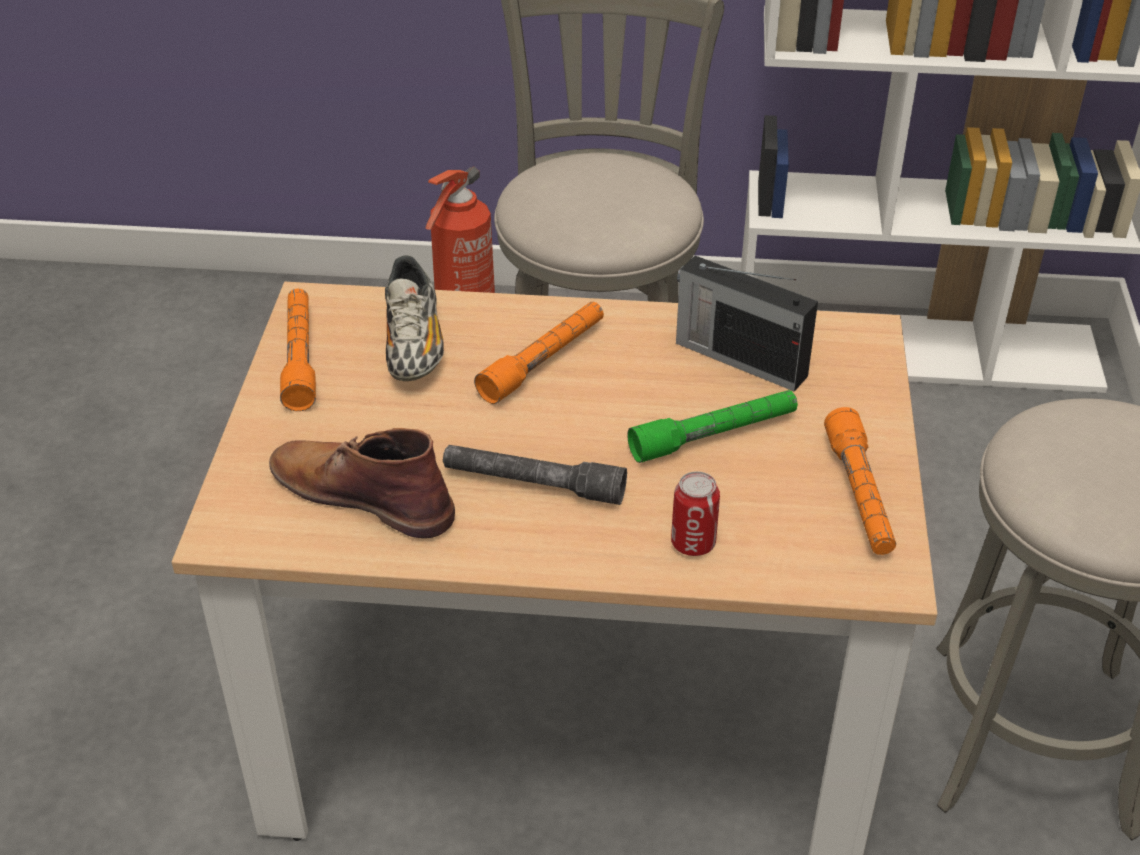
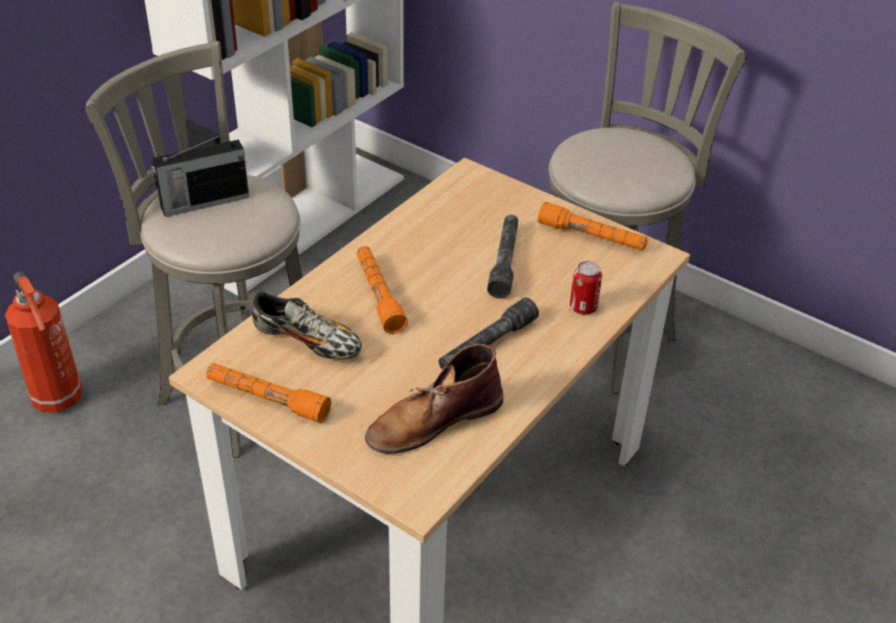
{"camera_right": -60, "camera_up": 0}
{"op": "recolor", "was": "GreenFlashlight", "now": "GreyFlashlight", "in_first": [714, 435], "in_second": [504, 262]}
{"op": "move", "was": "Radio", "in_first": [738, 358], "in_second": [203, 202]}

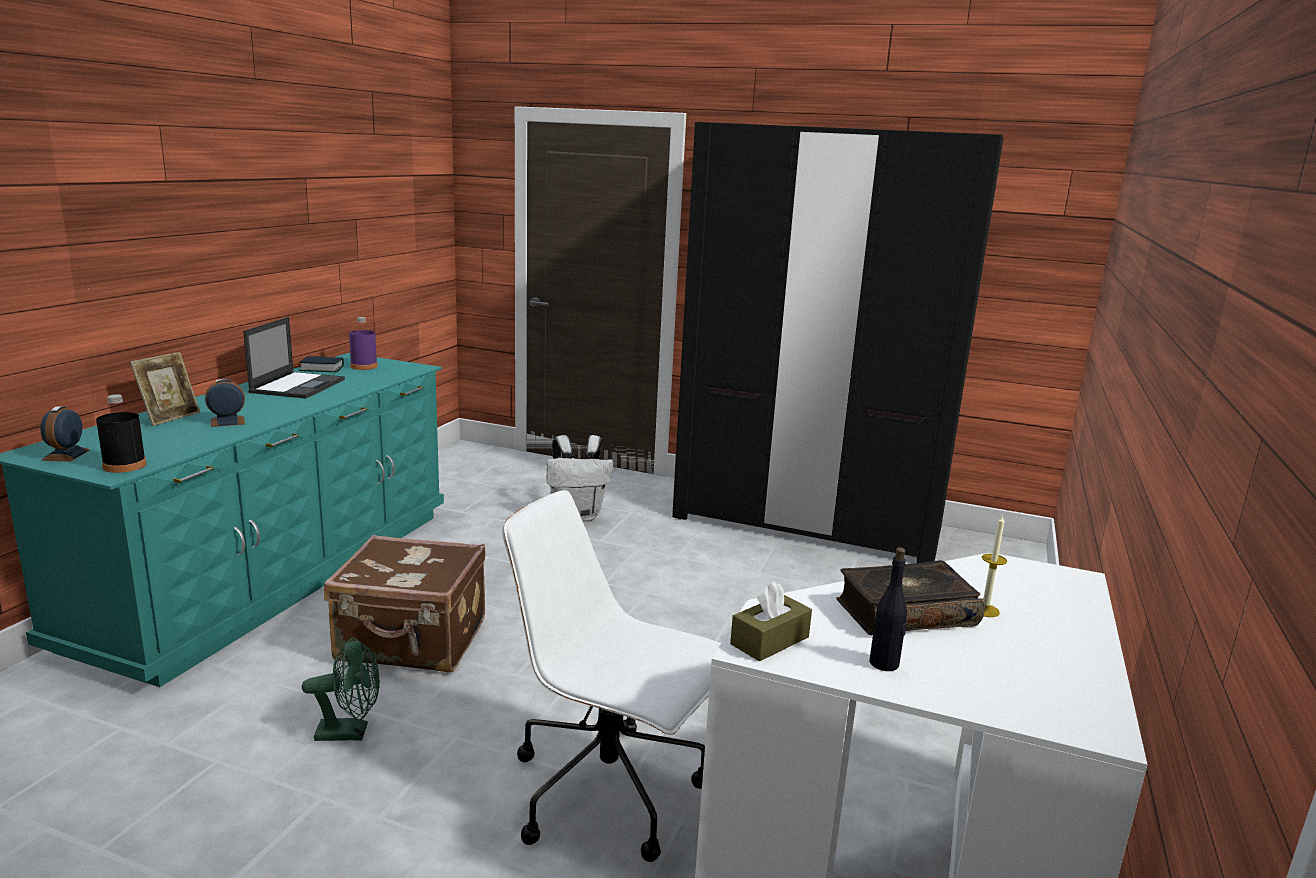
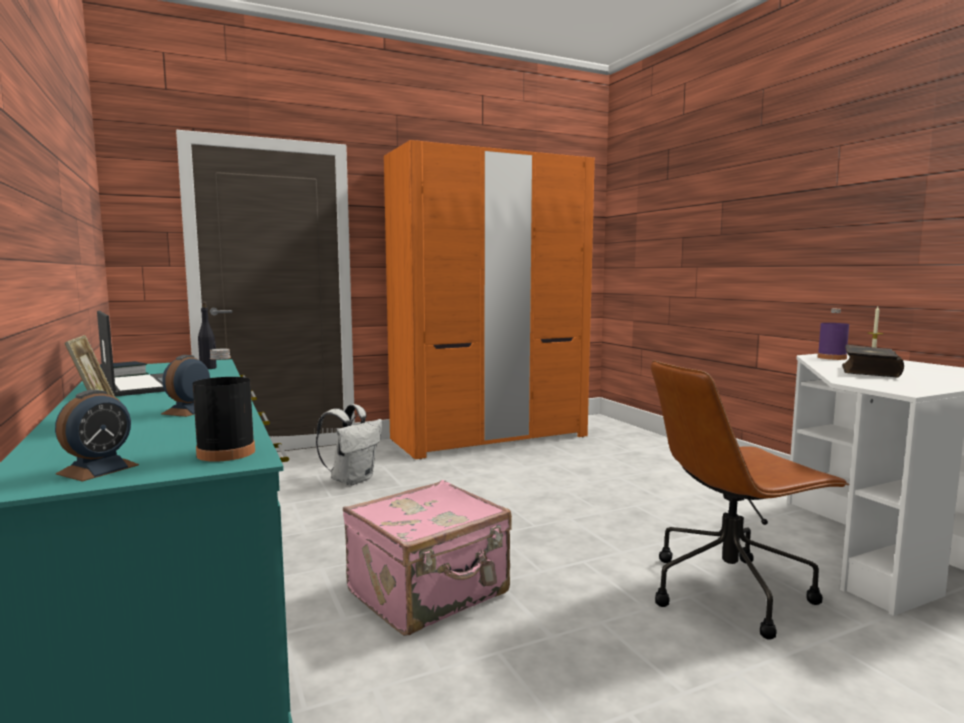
{"camera_right": -45, "camera_up": -10}
{"op": "rotate", "was": "AlarmClock", "in_first": [66, 455], "in_second": [98, 469], "clockwise": -105}
{"op": "delete", "was": "GreenFan", "in_first": [350, 732]}
{"op": "recolor", "was": "BrownSuitcase", "now": "PinkSuitcase", "in_first": [412, 642], "in_second": [430, 593]}
{"op": "move", "was": "PurpleBottle", "in_first": [364, 366], "in_second": [832, 358]}
{"op": "recolor", "was": "WhiteOfficeChair", "now": "BrownOfficeChair", "in_first": [610, 792], "in_second": [730, 590]}
{"op": "recolor", "was": "BlackWardrobe", "now": "OrangeWardrobe", "in_first": [807, 522], "in_second": [489, 438]}
{"op": "delete", "was": "BrownTissueBox", "in_first": [769, 641]}
{"op": "move", "was": "BlackBottle", "in_first": [884, 663], "in_second": [208, 368]}

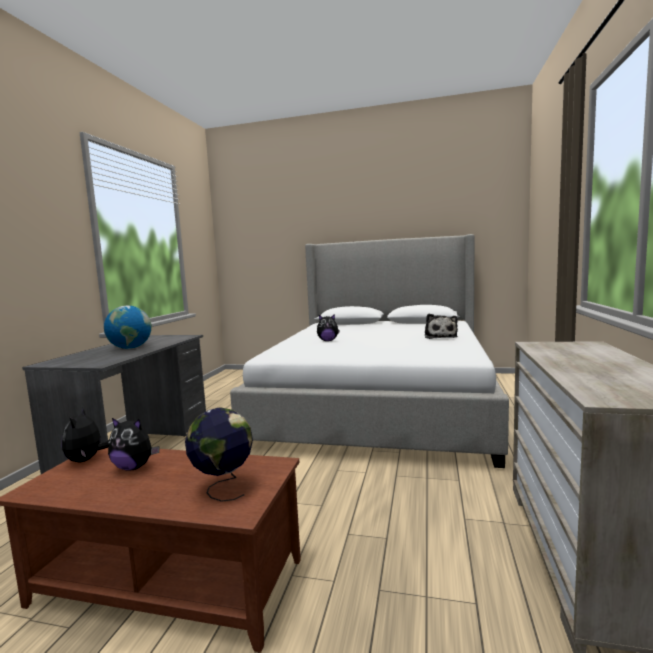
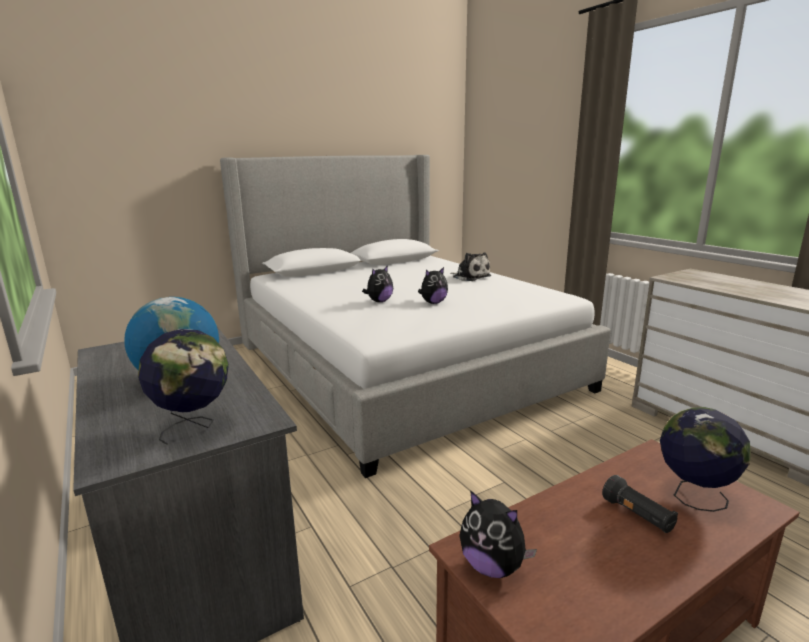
{"camera_right": -45, "camera_up": 10}
{"op": "move", "was": "PlushToy", "in_first": [134, 467], "in_second": [433, 303]}
{"op": "insert", "now": "Globe", "in_second": [194, 427]}
{"op": "insert", "now": "BlackFlashlight", "in_second": [638, 516]}

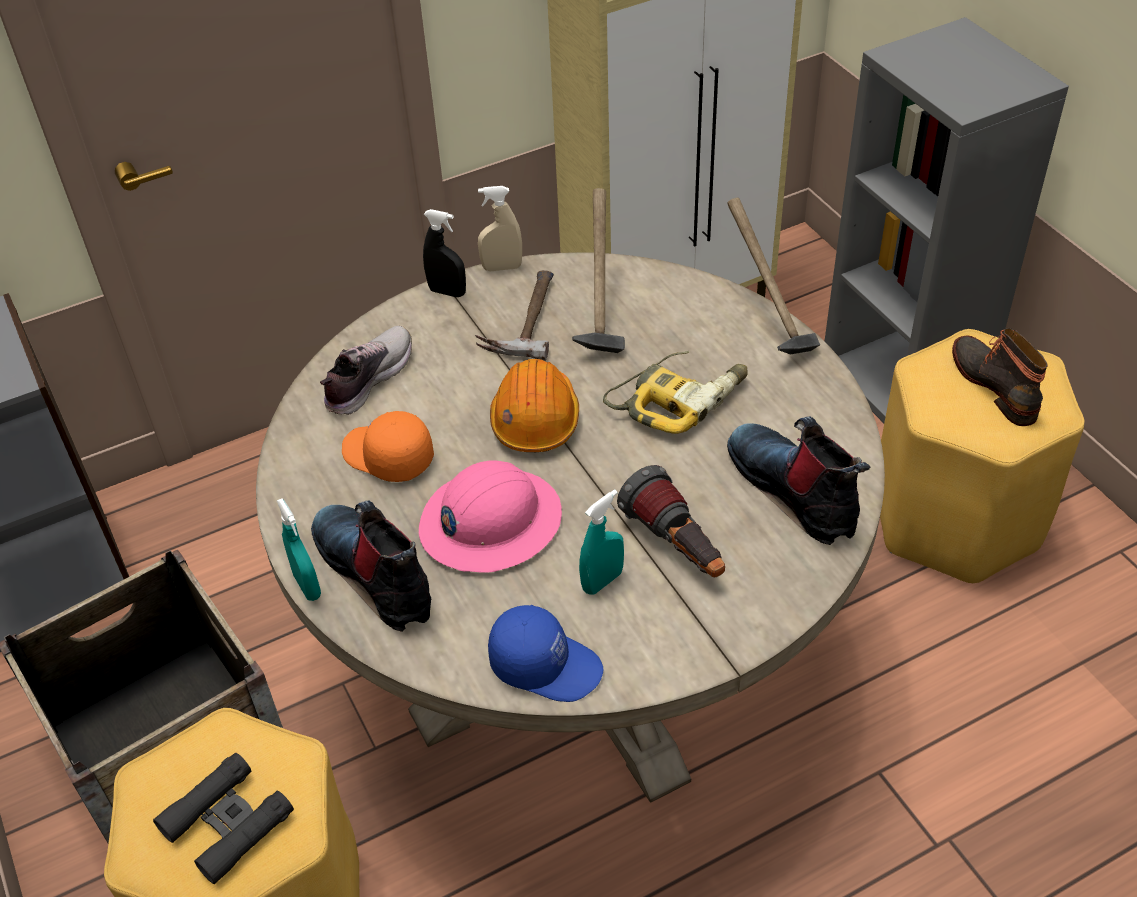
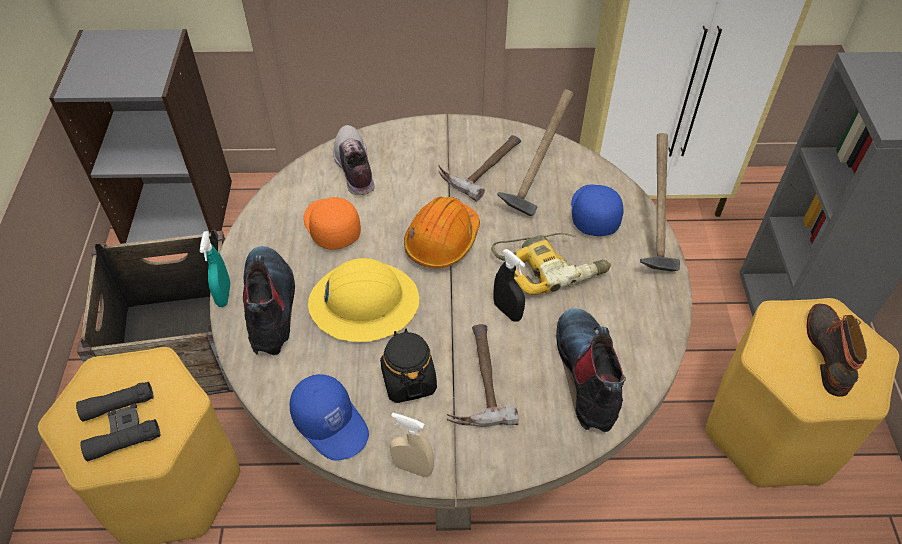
{"camera_right": 25, "camera_up": 5}
{"op": "rotate", "was": "Shoe", "in_first": [367, 379], "in_second": [354, 168], "clockwise": -75}
{"op": "recolor", "was": "PinkHardHat", "now": "YellowHardHat", "in_first": [490, 522], "in_second": [364, 302]}
{"op": "move", "was": "BlackSprayBottle", "in_first": [447, 292], "in_second": [507, 311]}
{"op": "move", "was": "BeigeSprayBottle", "in_first": [502, 267], "in_second": [413, 467]}
{"op": "replace", "was": "TurquoiseSprayBottle", "now": "BlackJar", "in_first": [602, 581], "in_second": [408, 380]}
{"op": "replace", "was": "Flashlight", "now": "Hammer", "in_first": [676, 547], "in_second": [475, 379]}
{"op": "insert", "now": "BlueCap", "in_second": [593, 213]}

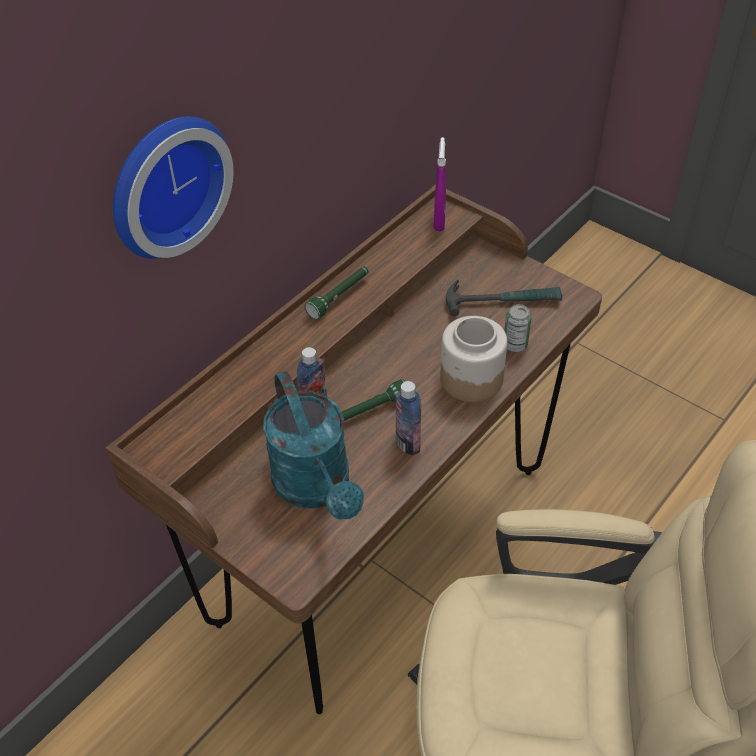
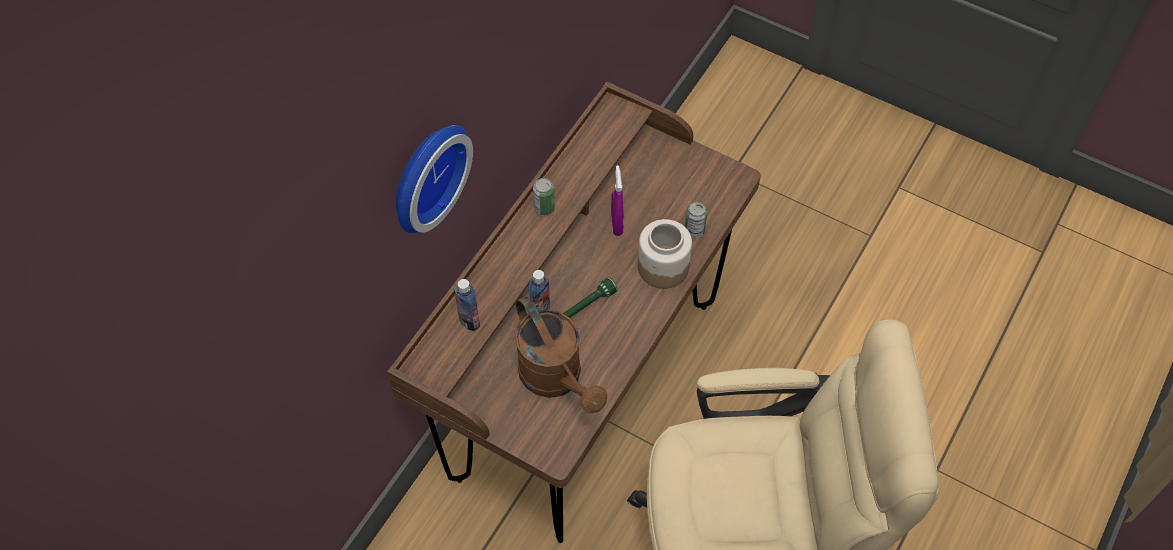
{"camera_right": -10, "camera_up": 10}
{"op": "recolor", "was": "TurquoiseWateringCan", "now": "BrownWateringCan", "in_first": [317, 488], "in_second": [557, 379]}
{"op": "replace", "was": "GreenFlashlight", "now": "Can", "in_first": [339, 297], "in_second": [544, 207]}
{"op": "move", "was": "Bottle", "in_first": [407, 443], "in_second": [469, 320]}
{"op": "move", "was": "PurpleSprayBottle", "in_first": [439, 221], "in_second": [617, 224]}
{"op": "delete", "was": "Hammer", "in_first": [502, 300]}

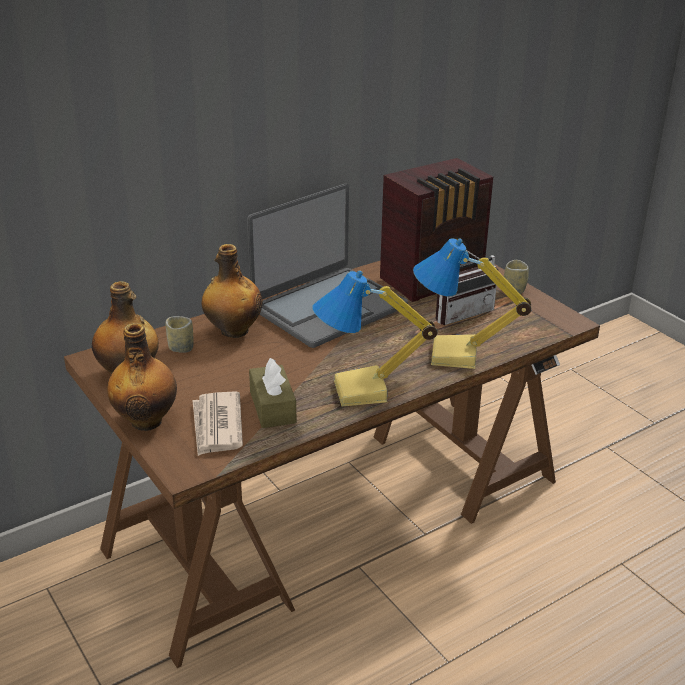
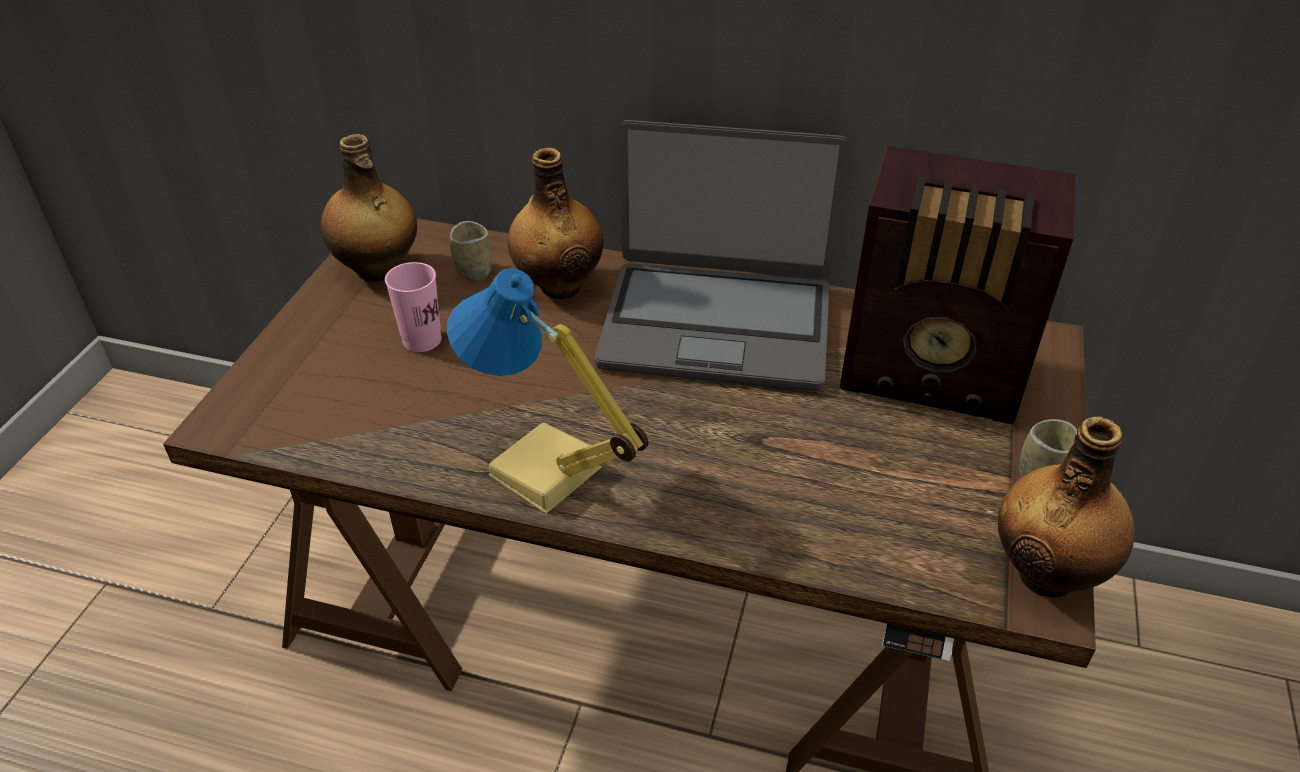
{"camera_right": 50, "camera_up": 10}
{"op": "move", "was": "Bottle", "in_first": [146, 420], "in_second": [1047, 573]}
{"op": "delete", "was": "Newspaper", "in_first": [217, 426]}
{"op": "delete", "was": "BrownTissueBox", "in_first": [272, 407]}
{"op": "delete", "was": "TableLamp", "in_first": [454, 356]}
{"op": "delete", "was": "Radio", "in_first": [460, 312]}
{"op": "insert", "now": "PinkCup", "in_second": [422, 340]}

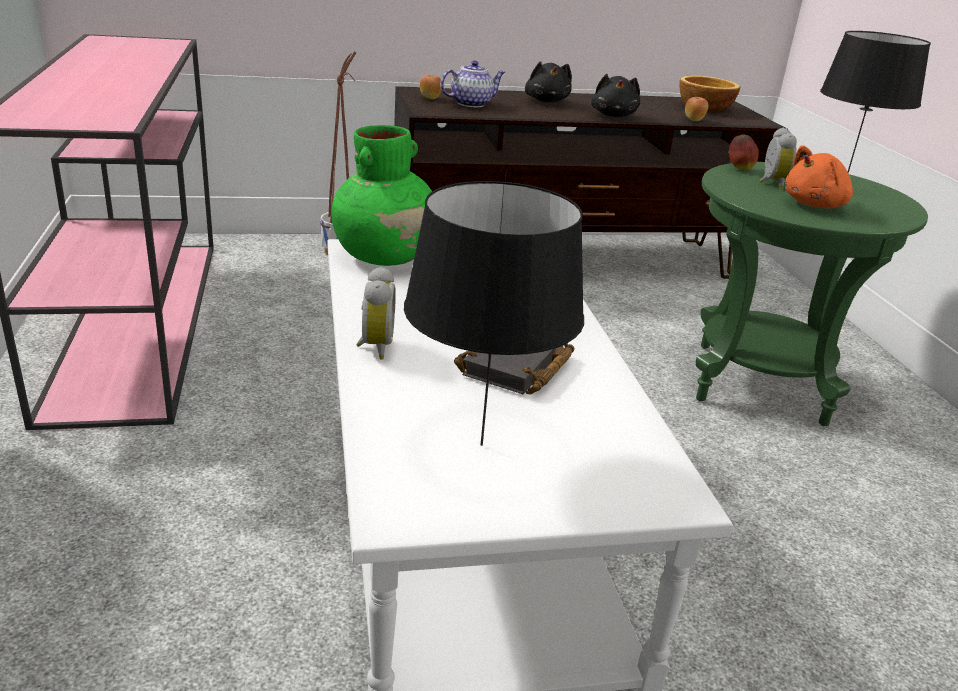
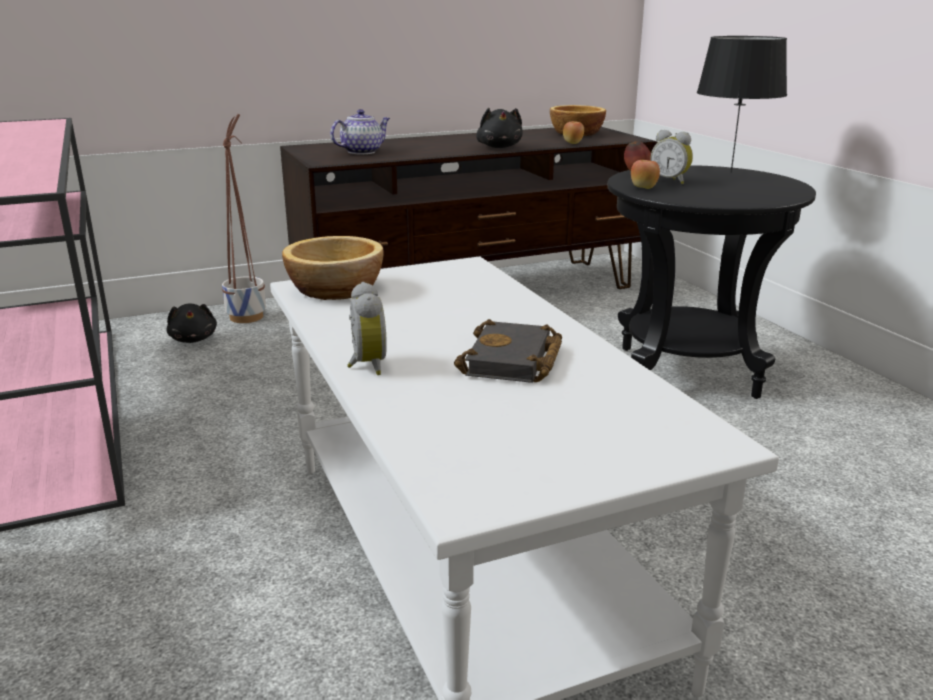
{"camera_right": -10, "camera_up": -5}
{"op": "replace", "was": "GreenVase", "now": "Bowl", "in_first": [386, 257], "in_second": [337, 290]}
{"op": "delete", "was": "BlackTableLamp", "in_first": [480, 446]}
{"op": "move", "was": "Apple", "in_first": [430, 98], "in_second": [643, 188]}
{"op": "move", "was": "BlackPlushToy", "in_first": [546, 101], "in_second": [193, 339]}
{"op": "recolor", "was": "GreenSideTable", "now": "BlackSideTable", "in_first": [759, 384], "in_second": [687, 372]}
{"op": "rotate", "was": "AlarmClock", "in_first": [771, 183], "in_second": [670, 181], "clockwise": 135}
{"op": "delete", "was": "OrangePlushToy", "in_first": [816, 205]}

